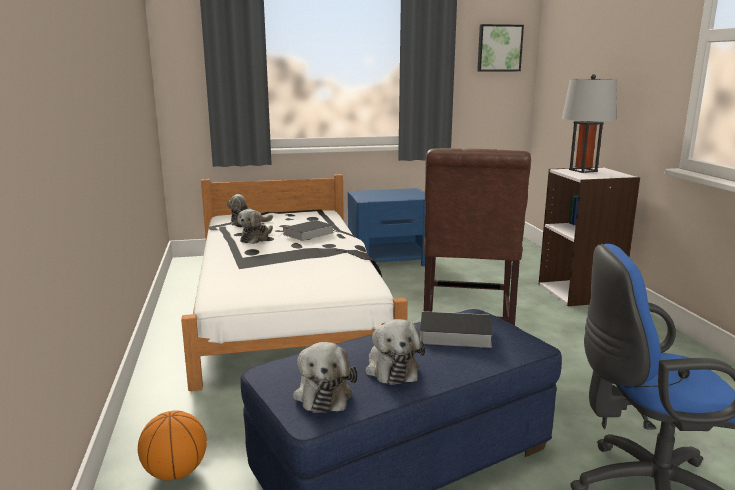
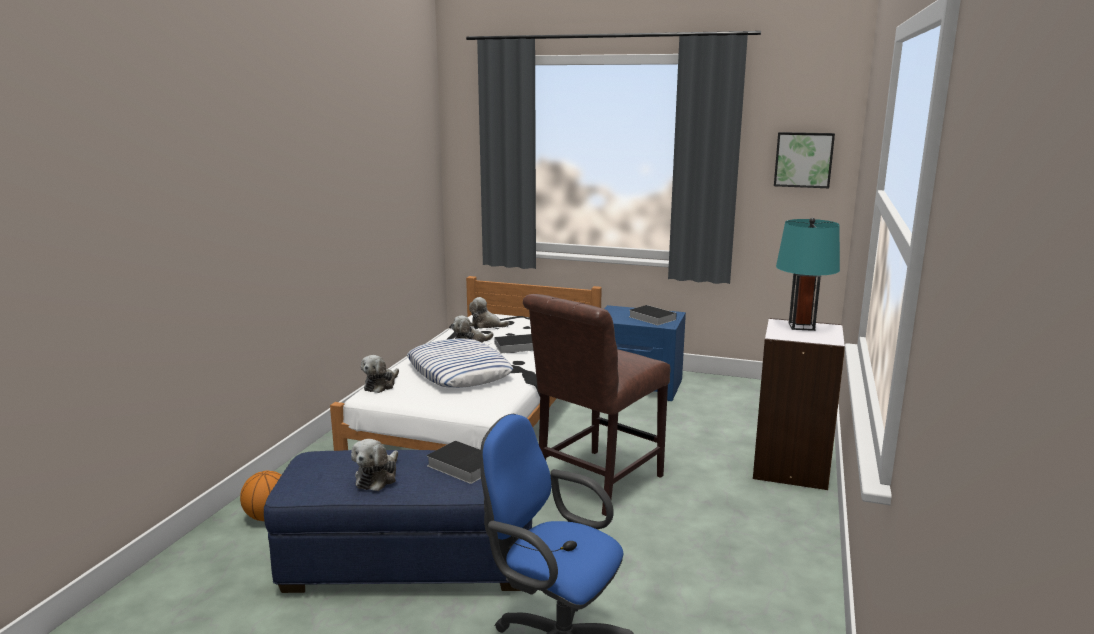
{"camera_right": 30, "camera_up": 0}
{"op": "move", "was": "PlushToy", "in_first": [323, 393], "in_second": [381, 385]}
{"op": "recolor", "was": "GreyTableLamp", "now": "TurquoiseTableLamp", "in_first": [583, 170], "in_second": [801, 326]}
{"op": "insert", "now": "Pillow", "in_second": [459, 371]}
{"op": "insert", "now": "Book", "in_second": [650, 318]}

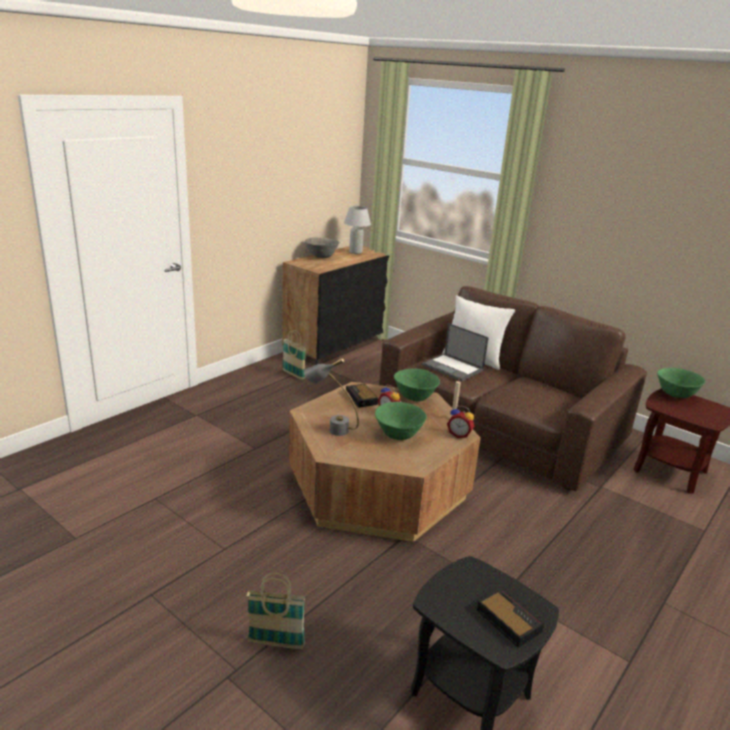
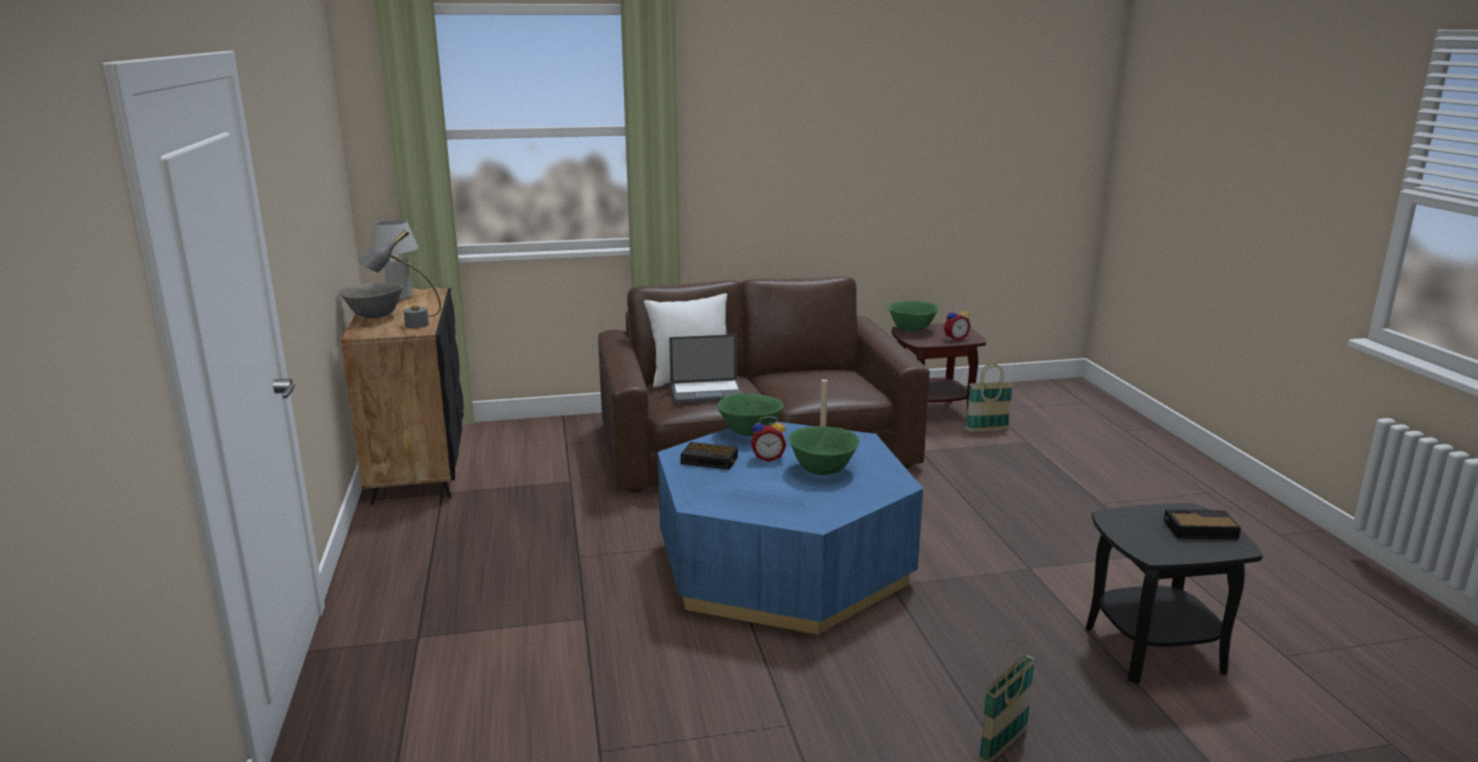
{"camera_right": -50, "camera_up": -5}
{"op": "move", "was": "Basket", "in_first": [293, 375], "in_second": [986, 430]}
{"op": "recolor", "was": "BrownCoffeeTable", "now": "BlueCoffeeTable", "in_first": [378, 487], "in_second": [783, 564]}
{"op": "move", "was": "GreyTableLamp", "in_first": [330, 428], "in_second": [405, 326]}
{"op": "move", "was": "AlarmClock", "in_first": [459, 435], "in_second": [955, 338]}

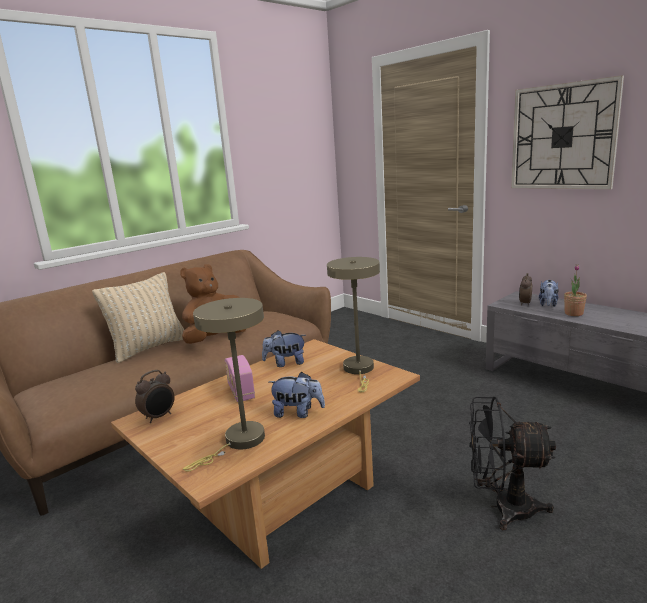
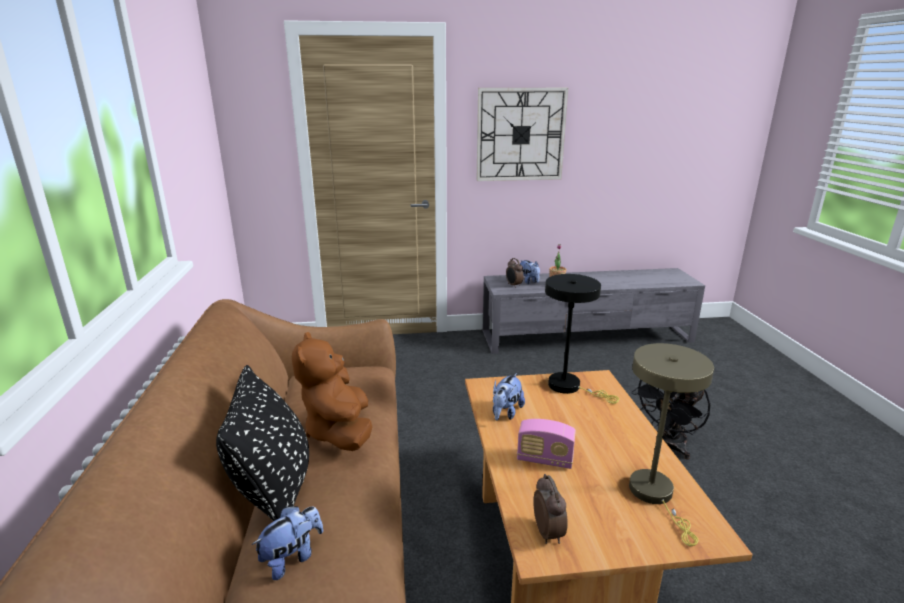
{"camera_right": -55, "camera_up": 5}
{"op": "recolor", "was": "BeigePillow", "now": "BlackPillow", "in_first": [149, 348], "in_second": [274, 490]}
{"op": "move", "was": "PlushToy", "in_first": [298, 413], "in_second": [292, 558]}
{"op": "recolor", "was": "BeigeTableLamp", "now": "BlackTableLamp", "in_first": [359, 370], "in_second": [570, 387]}

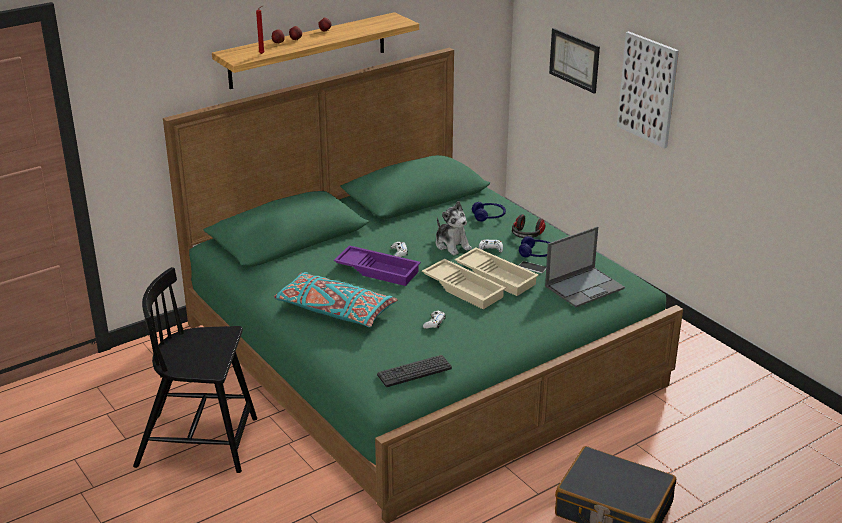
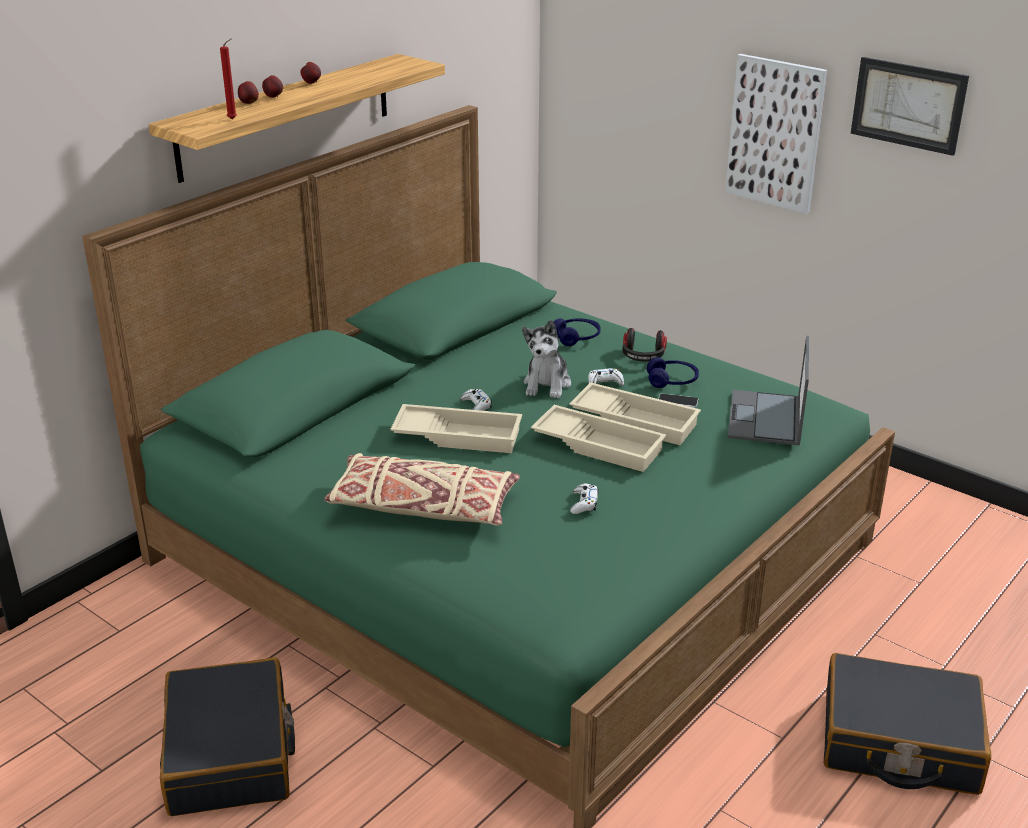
{"camera_right": -15, "camera_up": 0}
{"op": "replace", "was": "BlackChair", "now": "BlackSuitcase", "in_first": [199, 443], "in_second": [230, 754]}
{"op": "recolor", "was": "TurquoisePillow", "now": "BeigePillow", "in_first": [335, 310], "in_second": [422, 507]}
{"op": "recolor", "was": "PurpleTray", "now": "BeigeTray", "in_first": [378, 270], "in_second": [459, 435]}
{"op": "delete", "was": "Keyboard", "in_first": [414, 371]}
{"op": "rotate", "was": "PlushToy", "in_first": [452, 245], "in_second": [547, 384], "clockwise": 60}
{"op": "rotate", "was": "Laptop", "in_first": [585, 287], "in_second": [765, 419], "clockwise": 150}
{"op": "move", "was": "Picture", "in_first": [574, 60], "in_second": [908, 105]}

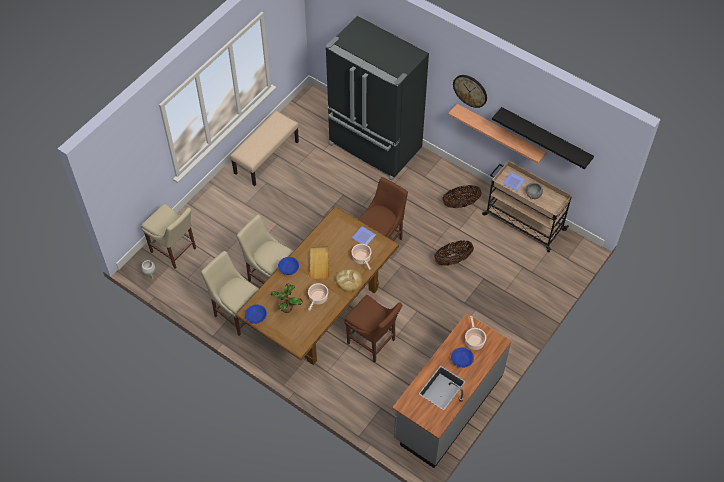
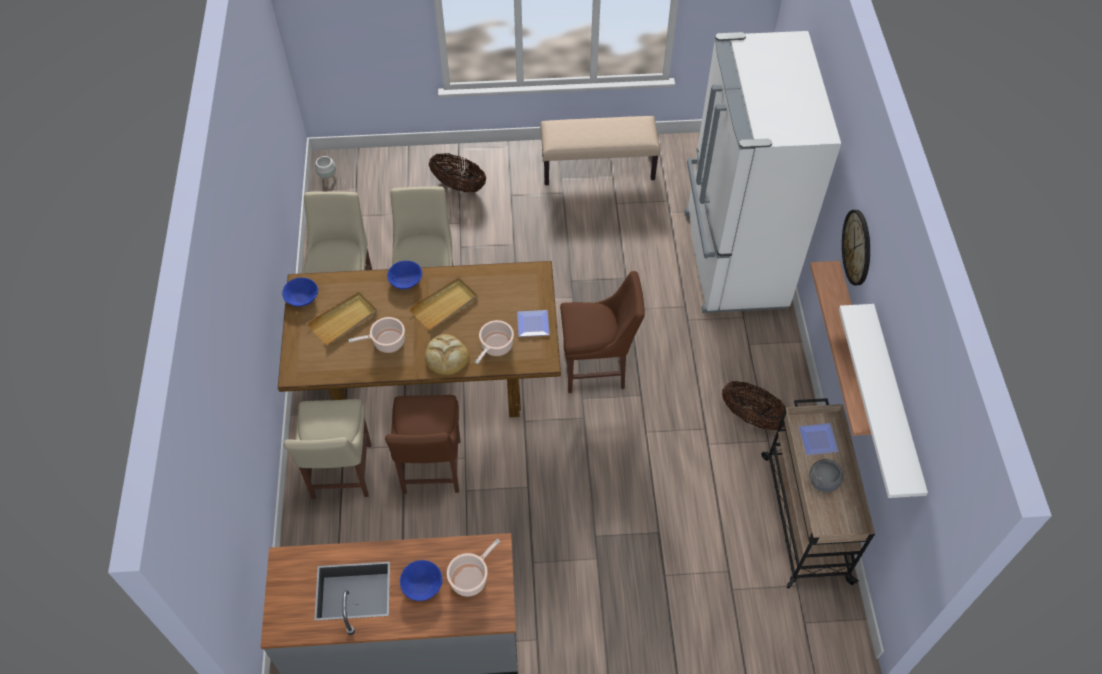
{"camera_right": 50, "camera_up": 0}
{"op": "move", "was": "BeigeChair", "in_first": [175, 251], "in_second": [341, 475]}
{"op": "replace", "was": "PottedPlant", "now": "BeigeTray", "in_first": [287, 308], "in_second": [343, 320]}
{"op": "recolor", "was": "BlackFridge", "now": "WhiteFridge", "in_first": [374, 148], "in_second": [732, 259]}
{"op": "move", "was": "Basket", "in_first": [452, 260], "in_second": [458, 185]}
{"op": "recolor", "was": "BlackShelf", "now": "WhiteShelf", "in_first": [545, 137], "in_second": [894, 403]}

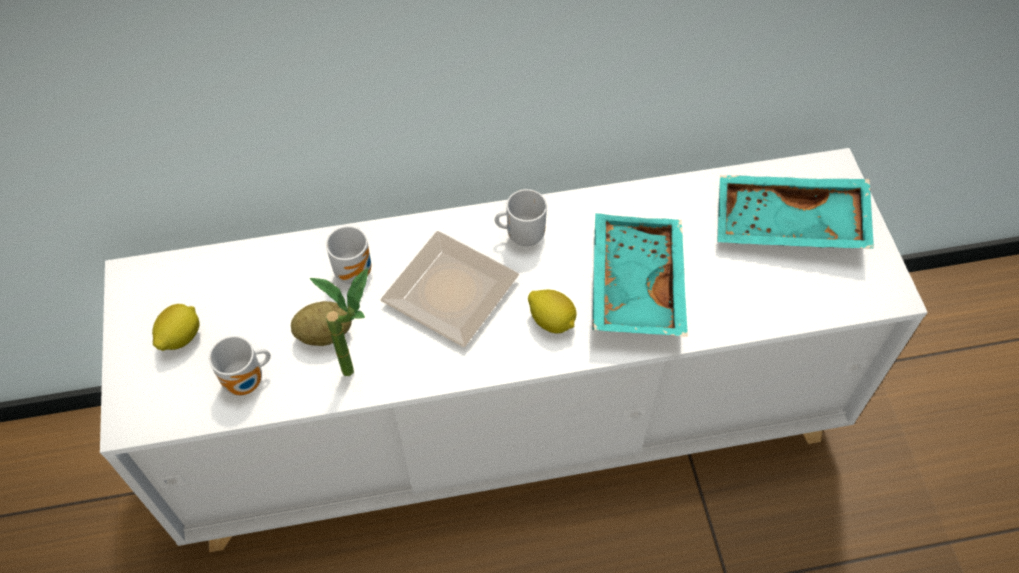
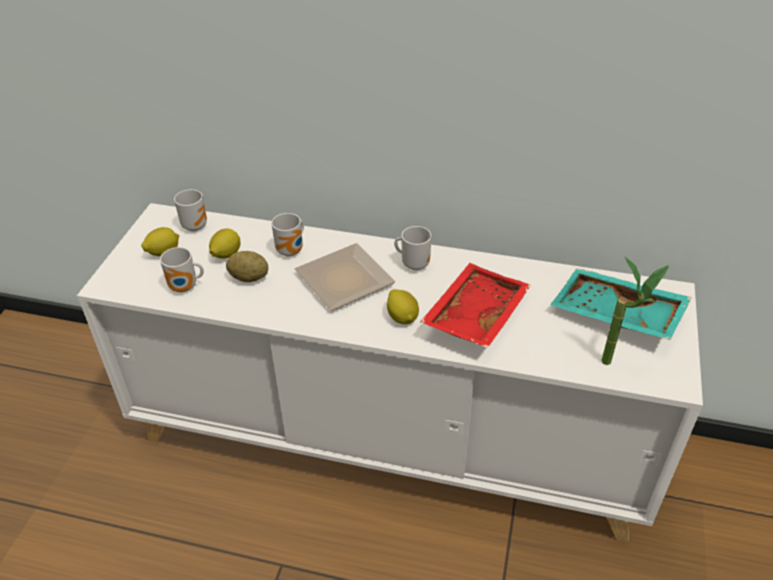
{"camera_right": 25, "camera_up": -15}
{"op": "move", "was": "PottedPlant", "in_first": [360, 368], "in_second": [616, 363]}
{"op": "recolor", "was": "TurquoiseTray", "now": "RedTray", "in_first": [633, 285], "in_second": [474, 315]}
{"op": "insert", "now": "Mug", "in_second": [195, 225]}
{"op": "insert", "now": "Lemon", "in_second": [226, 255]}

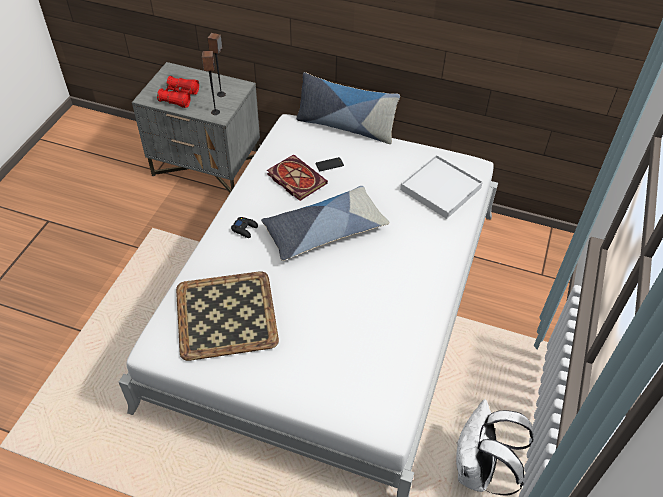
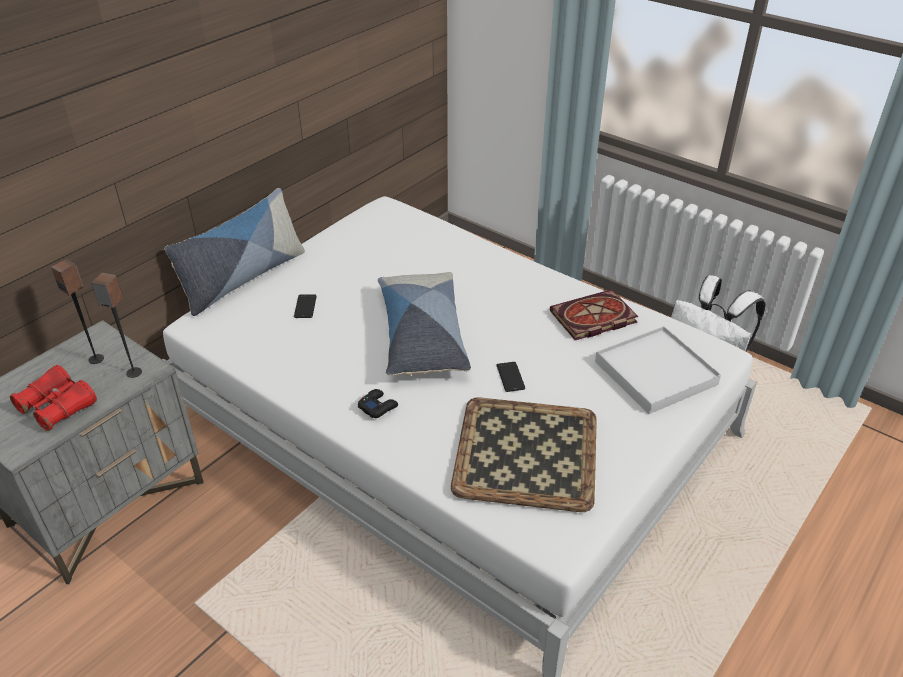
{"camera_right": -70, "camera_up": -10}
{"op": "move", "was": "Book", "in_first": [295, 179], "in_second": [592, 318]}
{"op": "move", "was": "WhiteTray", "in_first": [440, 188], "in_second": [655, 373]}
{"op": "insert", "now": "Phone", "in_second": [510, 377]}

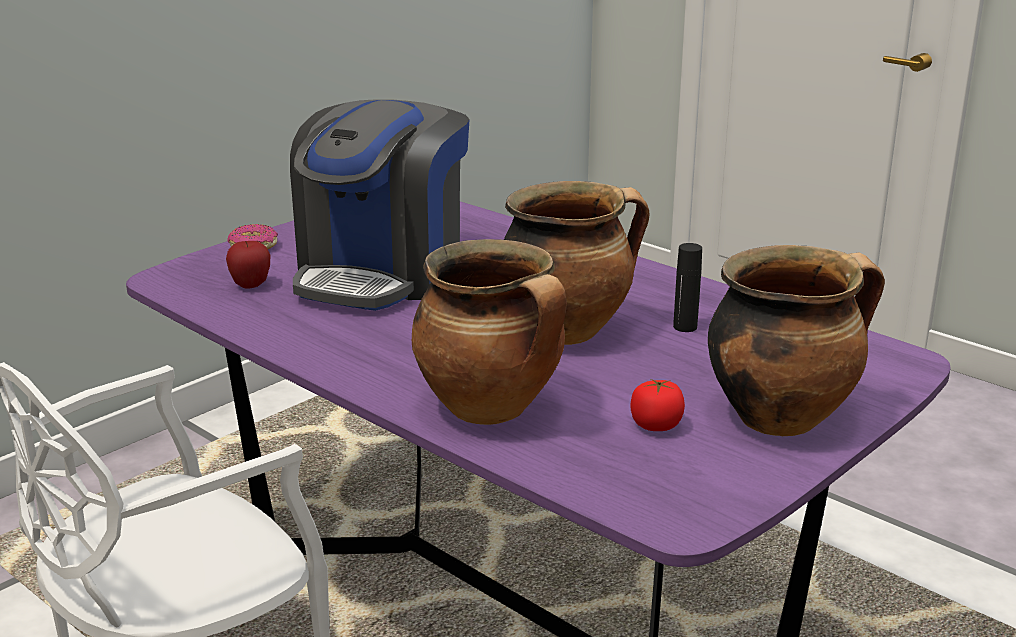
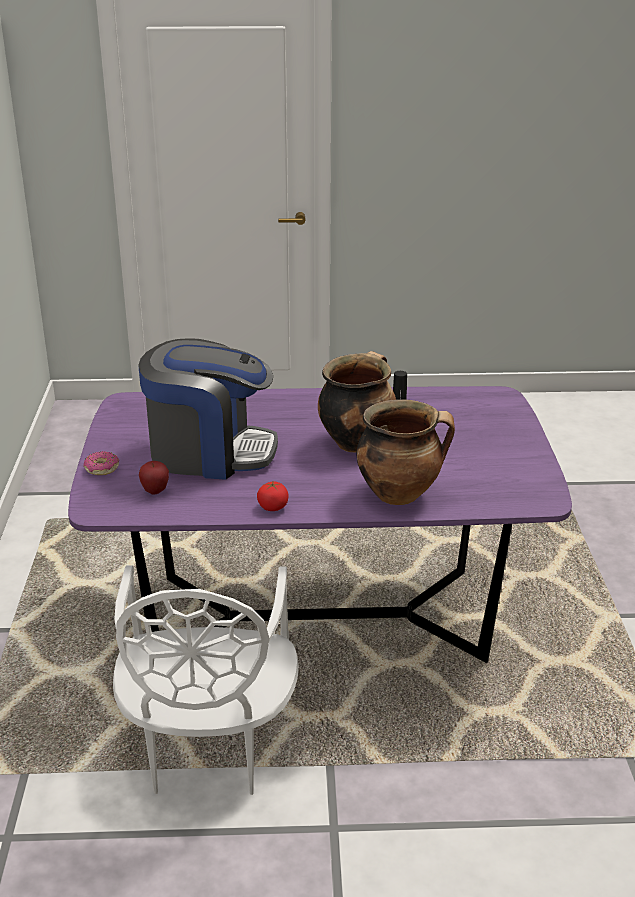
{"camera_right": -45, "camera_up": 5}
{"op": "rotate", "was": "CoffeeMachine", "in_first": [381, 274], "in_second": [210, 453], "clockwise": -60}
{"op": "move", "was": "Tomato", "in_first": [656, 425], "in_second": [273, 507]}
{"op": "delete", "was": "CookingPot", "in_first": [781, 417]}

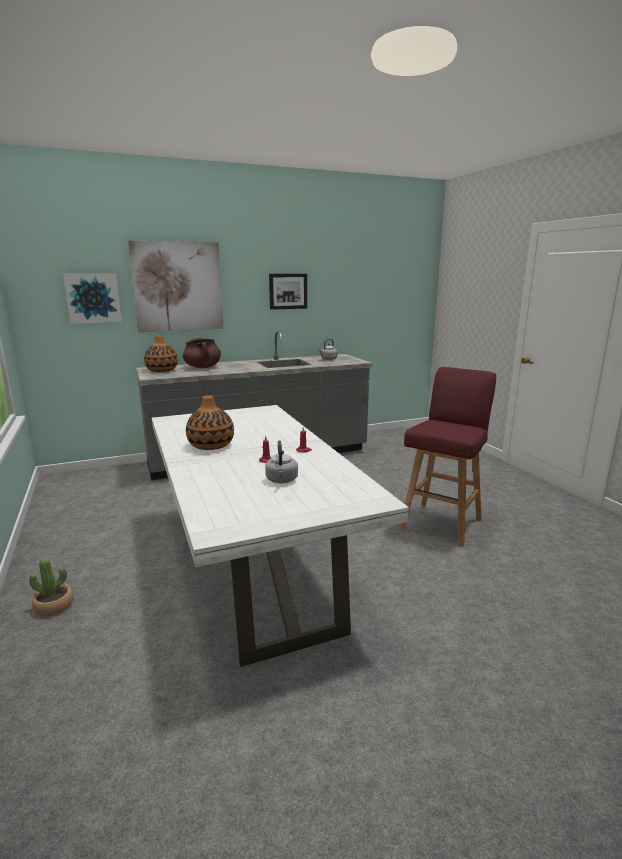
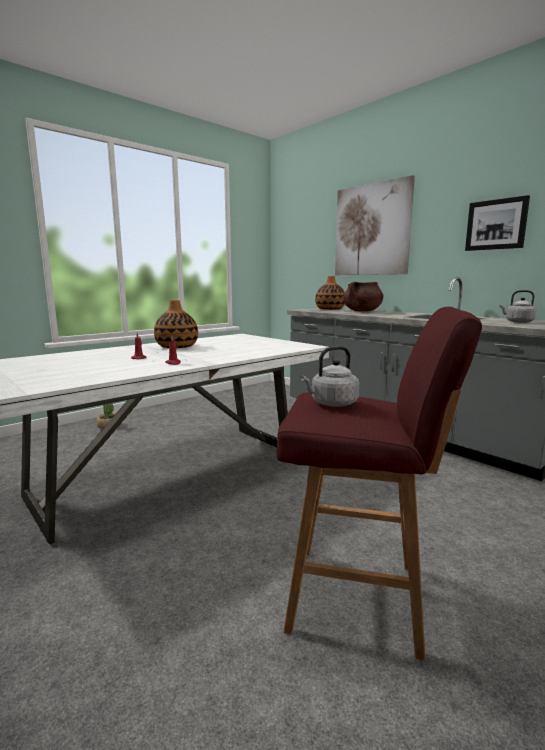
{"camera_right": 70, "camera_up": -5}
{"op": "delete", "was": "Picture", "in_first": [93, 298]}
{"op": "move", "was": "GreyKettle", "in_first": [282, 480], "in_second": [332, 404]}

